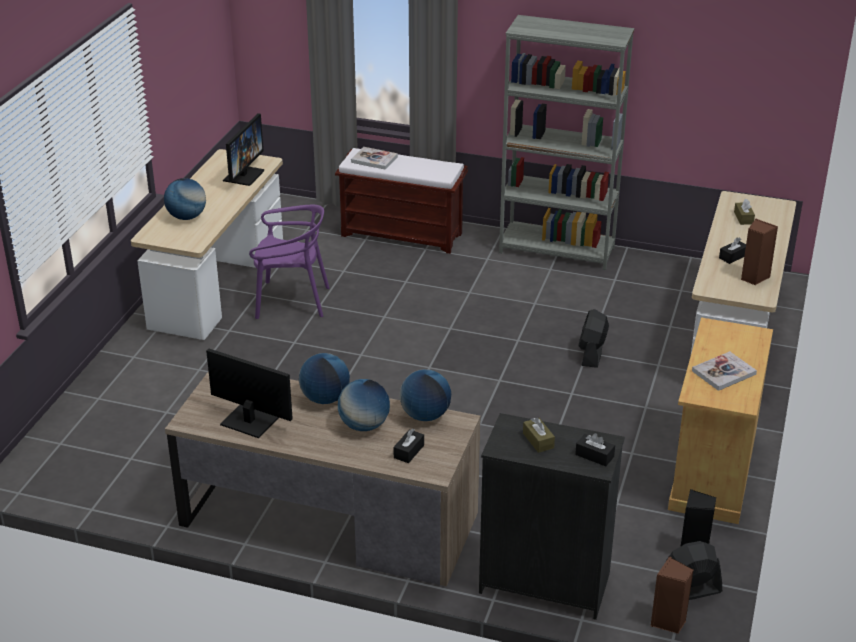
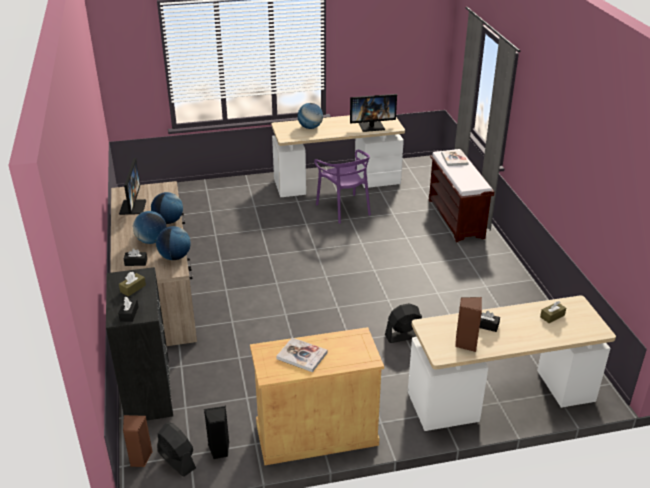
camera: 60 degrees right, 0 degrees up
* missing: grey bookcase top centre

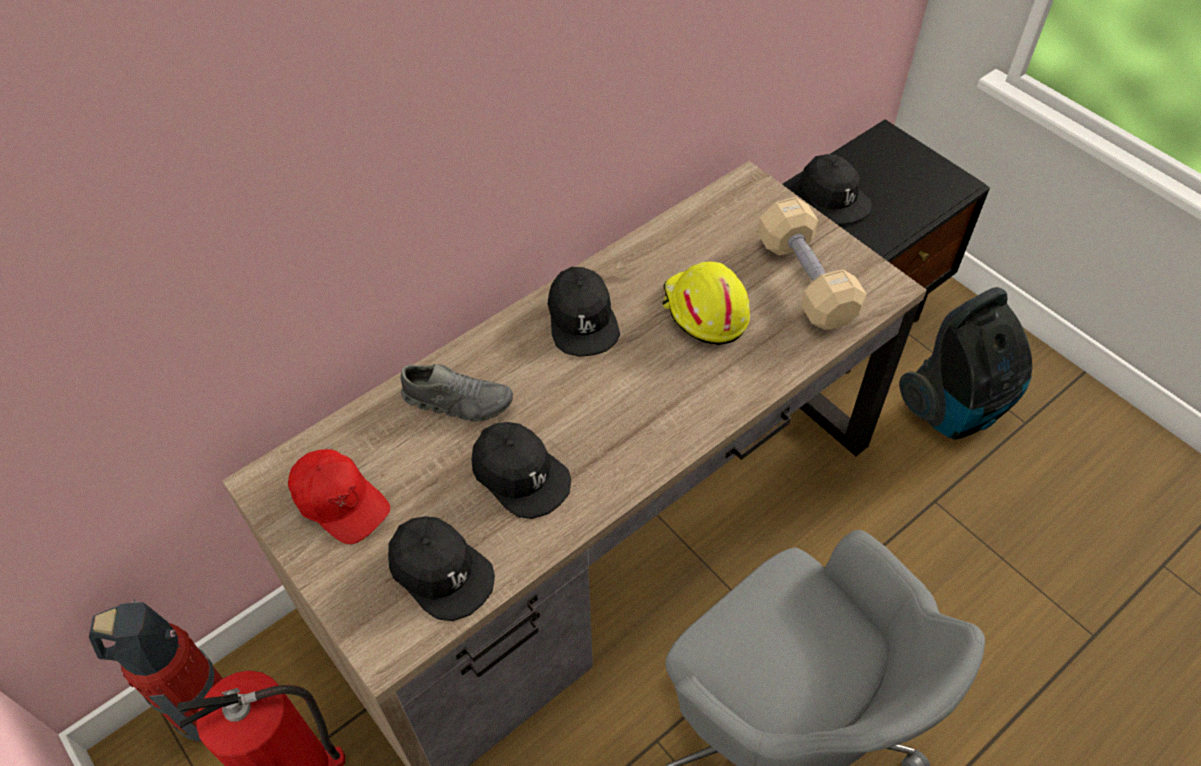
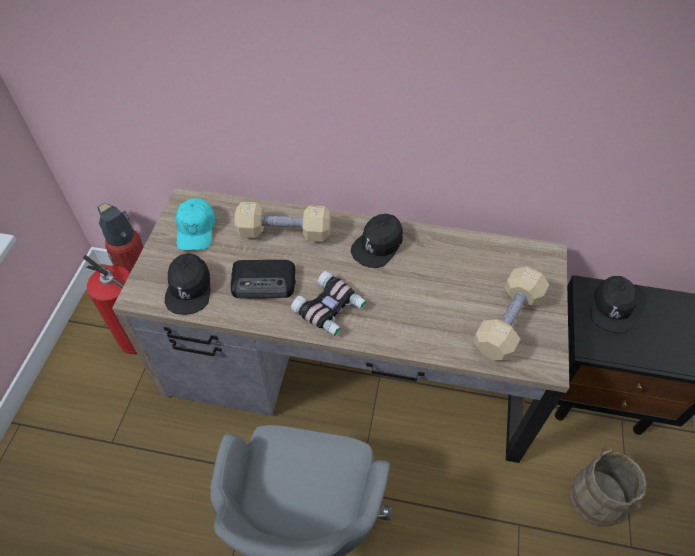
camera: 50 degrees right, 0 degrees up
* missing: yellow hard hat centre
* exchanged: vacuum cleaner middle right to beige bucket bottom right
* exchanged: grey shoe centre to beige dumbbell (no. 1 from left) centre
* exchanged: black cap (no. 2 from left) centre to radio centre
* colour: red cap middle left to turquoise cap middle left
* appeared: binoculars centre

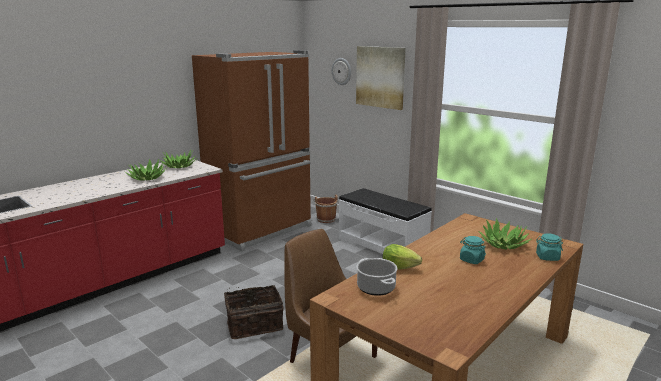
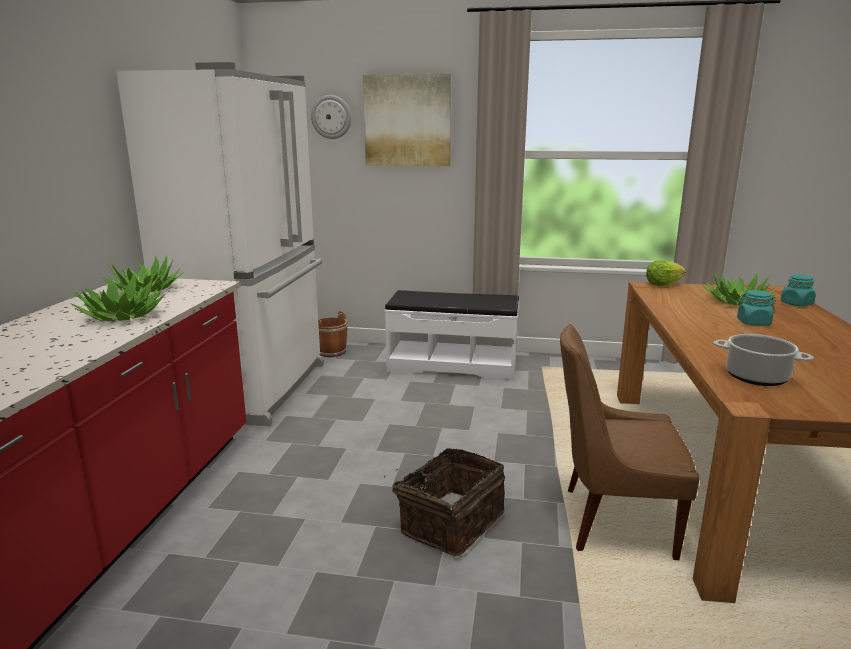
camera: 35 degrees left, 0 degrees up
* colour: brown fridge centre to white fridge middle left
* relocated: lettuce bottom centre to middle right

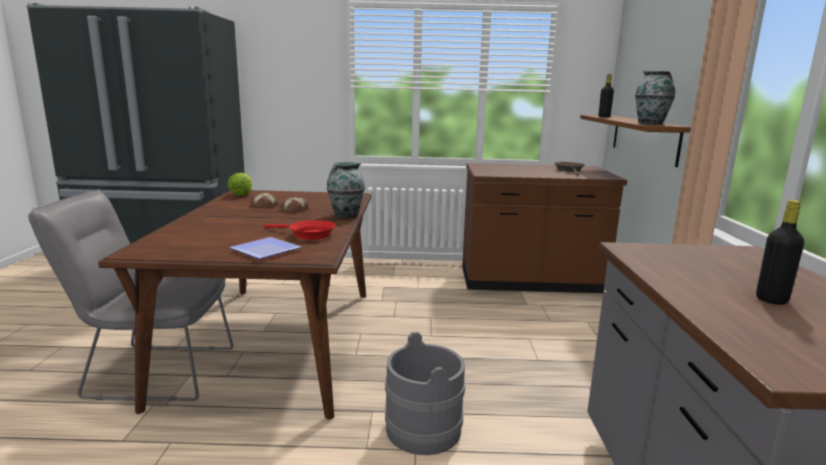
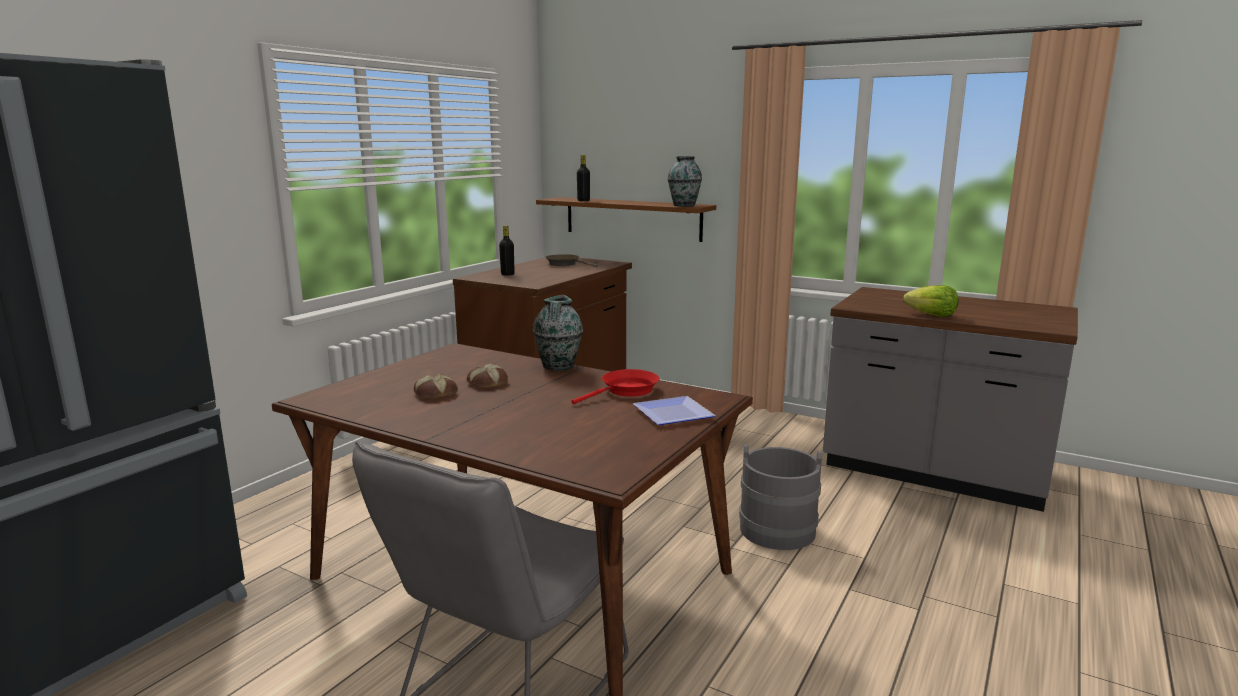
camera: 60 degrees left, 0 degrees up
* relocated: lettuce middle left to middle right
* relocated: black bottle (no. 2 from left in the first image) middle right to black bottle (no. 1 from left) centre

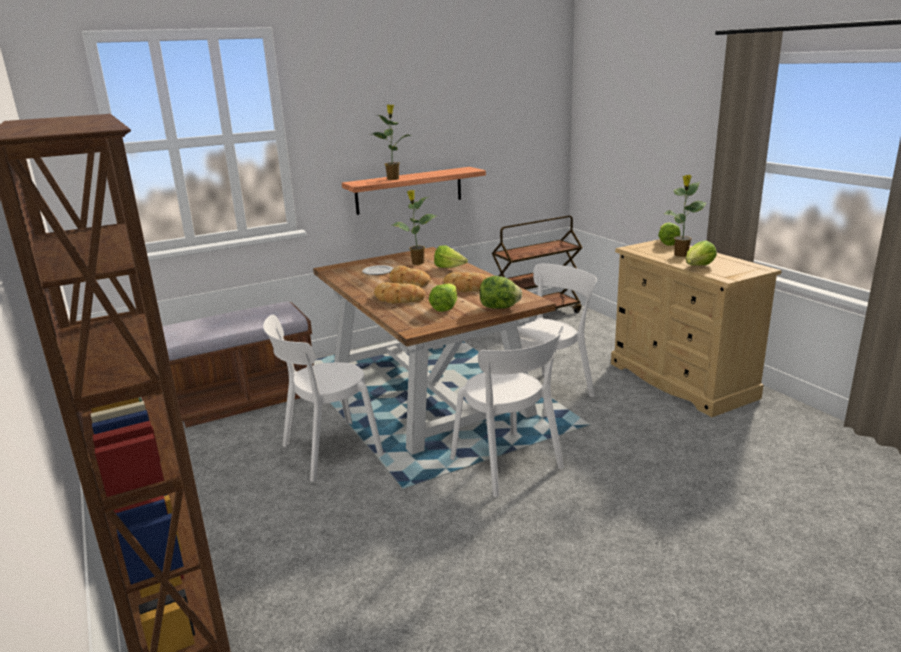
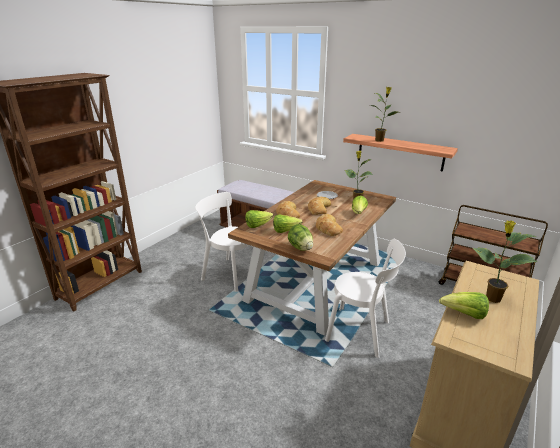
camera: 60 degrees right, 5 degrees up
* relocated: lettuce (no. 4 from left in the first image) middle right to lettuce (no. 1 from left) centre
* missing: white chair (no. 2 from left) centre

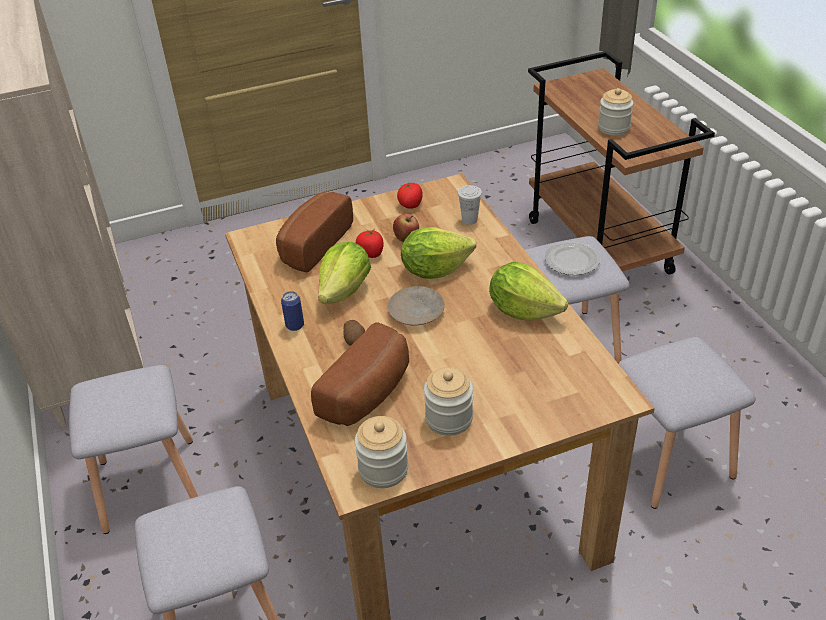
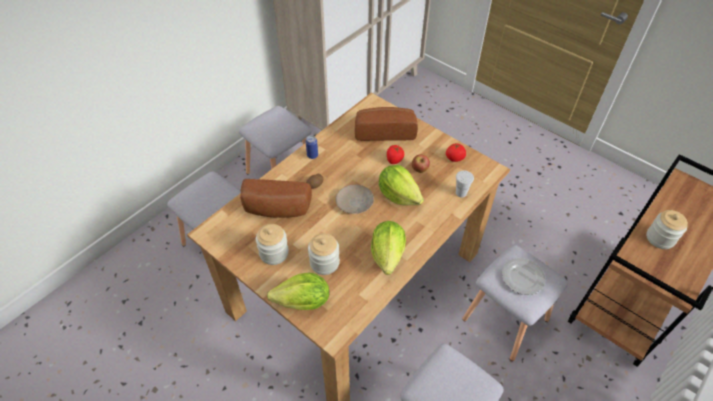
camera: 60 degrees right, 10 degrees up
* relocated: lettuce (no. 1 from left) centre to bottom centre
* relocated: jar (no. 1 from left in the first image) bottom centre to jar (no. 2 from left) centre

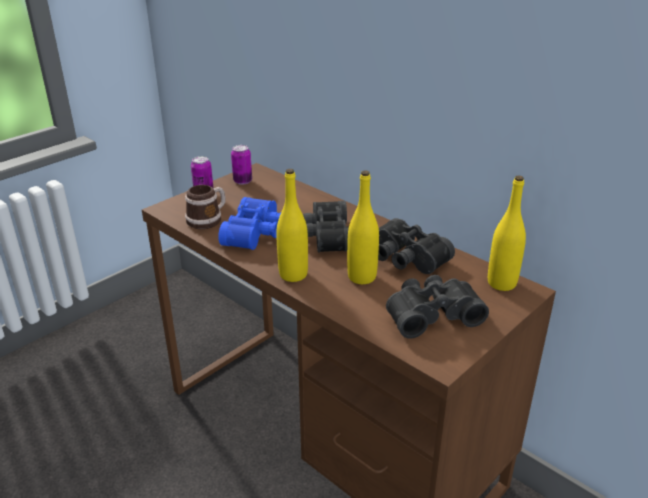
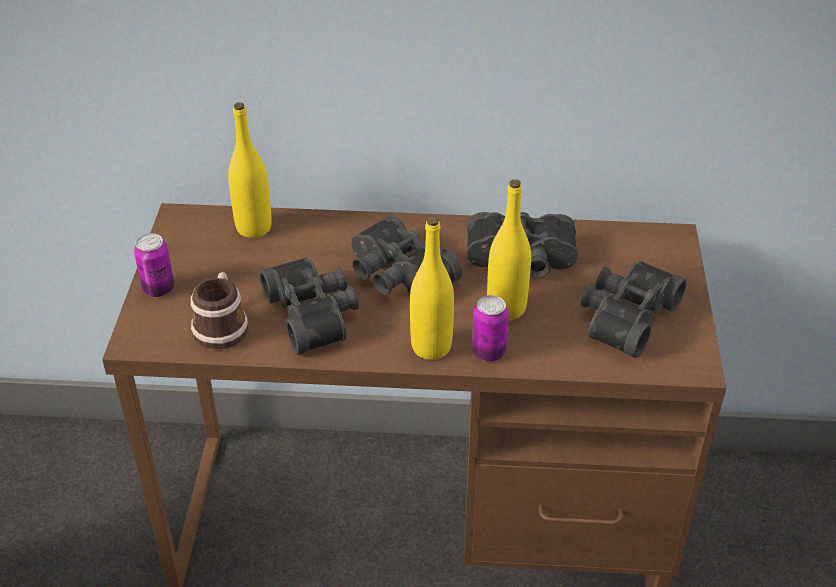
camera: 40 degrees left, 10 degrees up
* relocated: can (no. 2 from left) top centre to centre
* relocated: yellow bottle (no. 3 from left in the first image) middle right to yellow bottle (no. 1 from left) top left
* colour: blue binoculars centre to black binoculars (no. 1 from left) centre

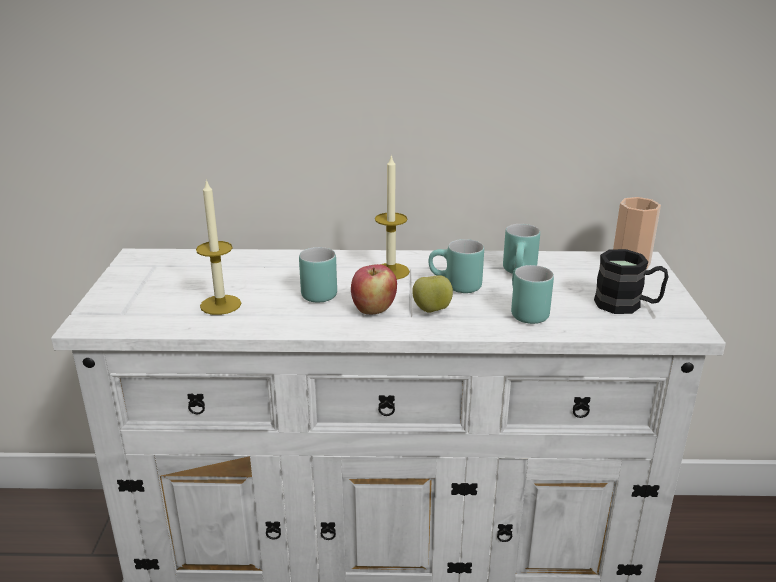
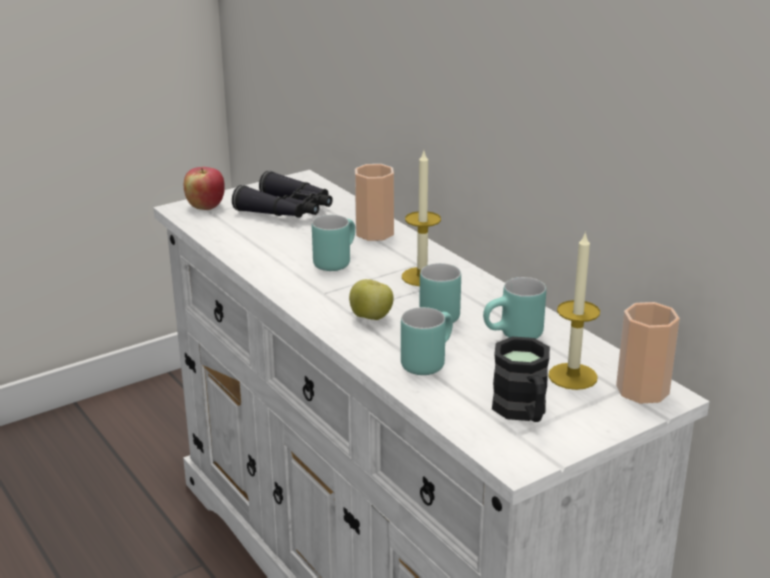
camera: 55 degrees right, 0 degrees up
* relocated: candle (no. 1 from left in the first image) middle left to candle (no. 2 from left) middle right
* relocated: apple (no. 1 from left) centre to top left
* appeared: cup (no. 1 from left) centre
* appeared: black binoculars centre

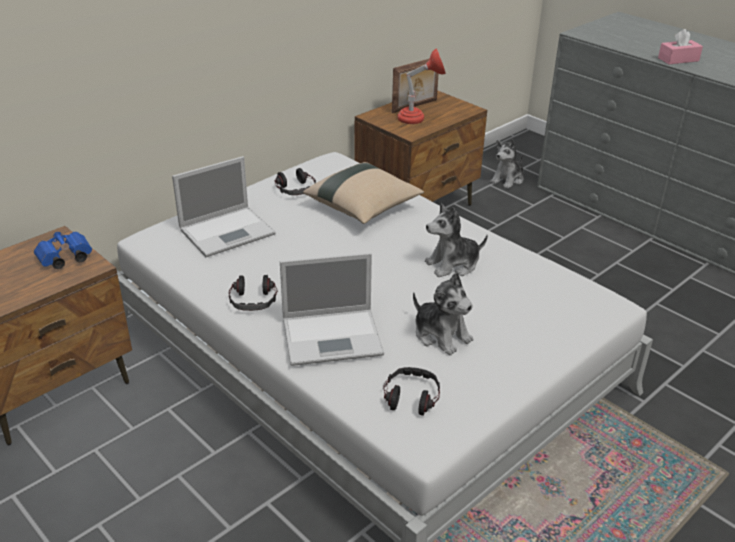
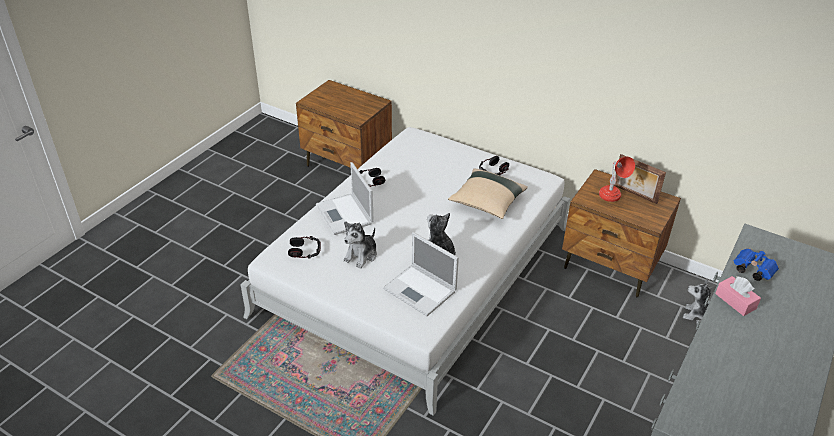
camera: 75 degrees right, 5 degrees up
* relocated: laptop (no. 1 from left in the first image) middle left to laptop (no. 2 from left) centre
* relocated: blue binoculars middle left to middle right

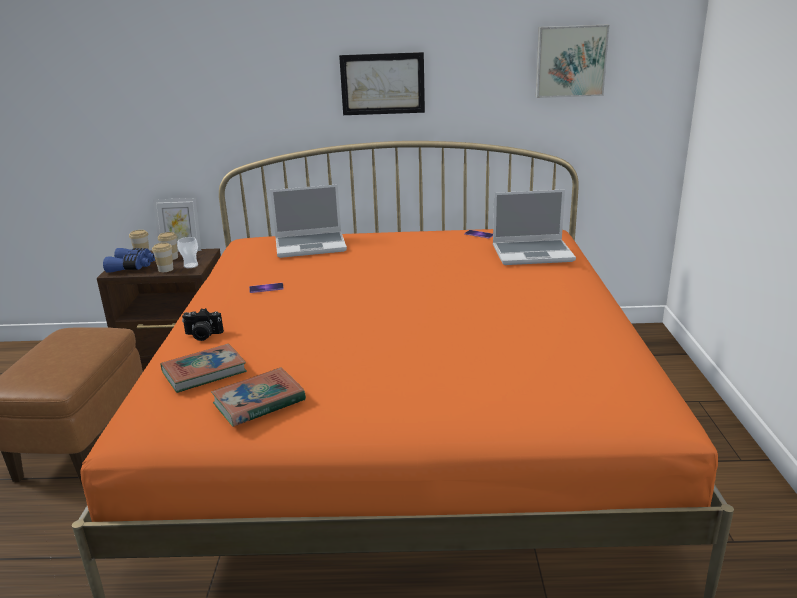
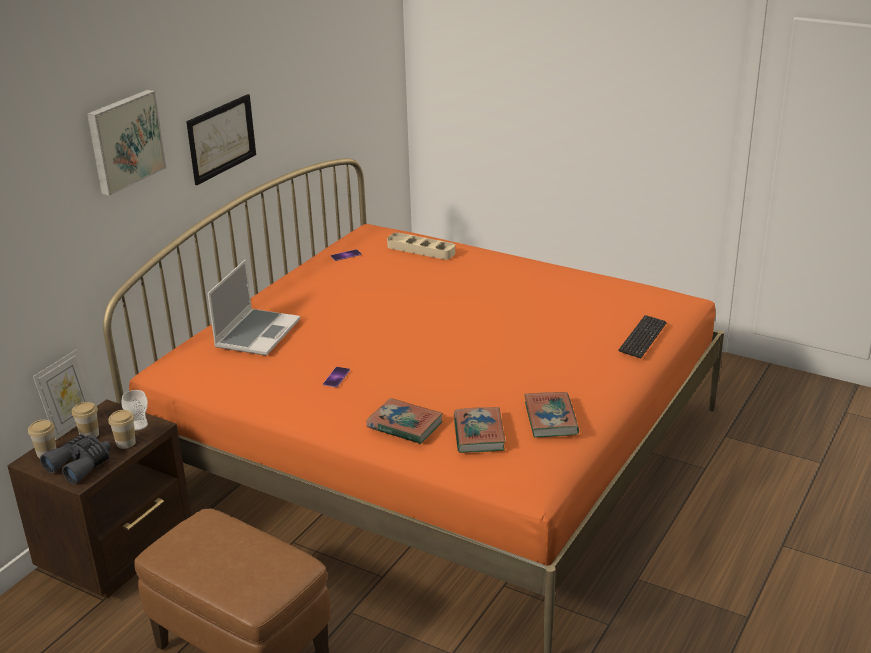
camera: 60 degrees left, 5 degrees up
* relocated: picture (no. 2 from left in the first image) top right to picture (no. 1 from left) top left
* exchanged: laptop (no. 2 from left) middle right to beige tray centre
* colour: blue binoculars middle left to grey binoculars bottom left
* exchanged: photo camera middle left to book (no. 1 from left) centre
* appeared: keyboard middle right

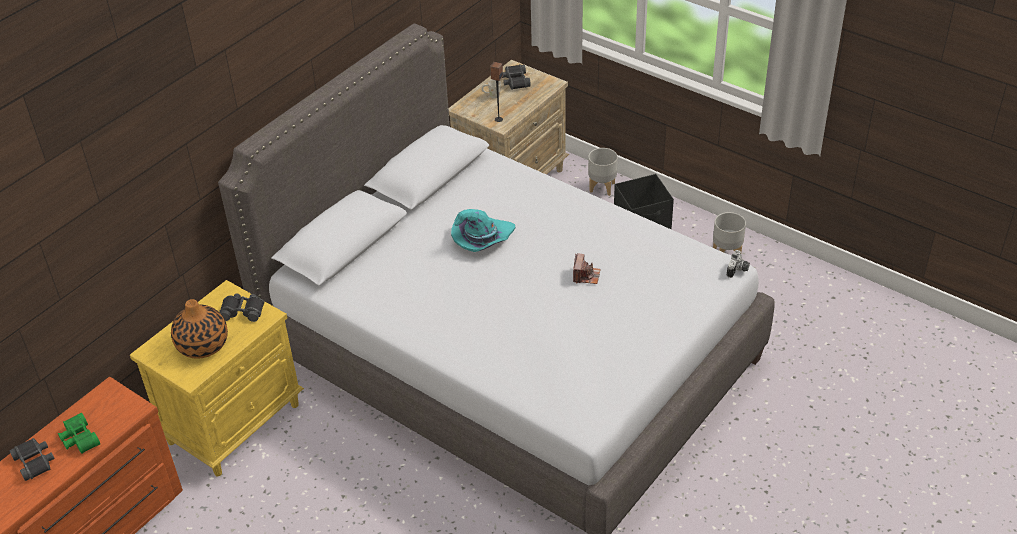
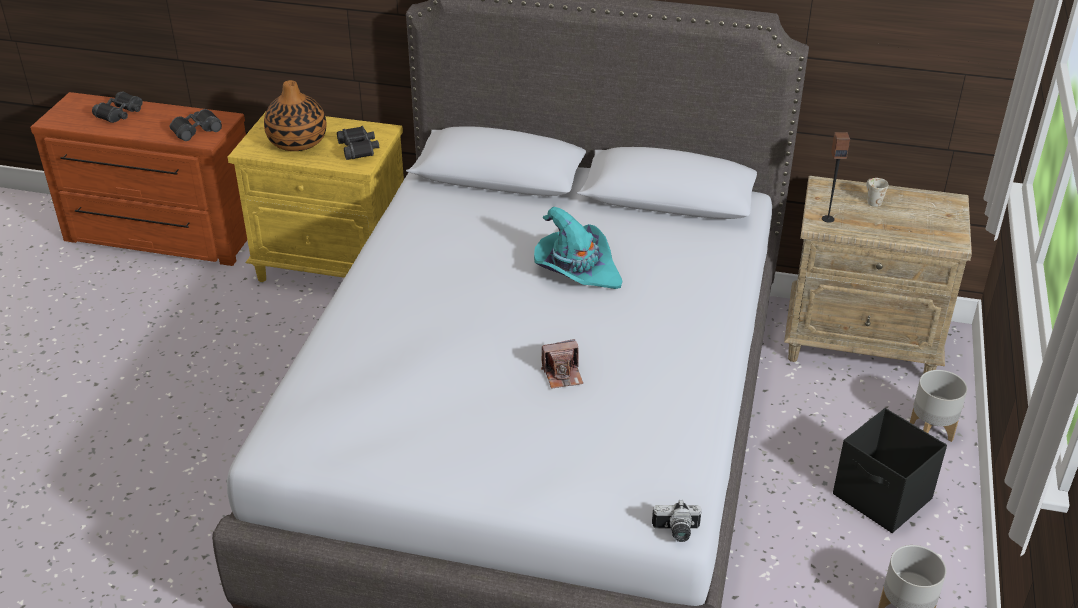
camera: 65 degrees right, 5 degrees down
* relocated: black binoculars (no. 3 from left in the first image) top centre to black binoculars (no. 2 from left) top left
* missing: green binoculars bottom left

